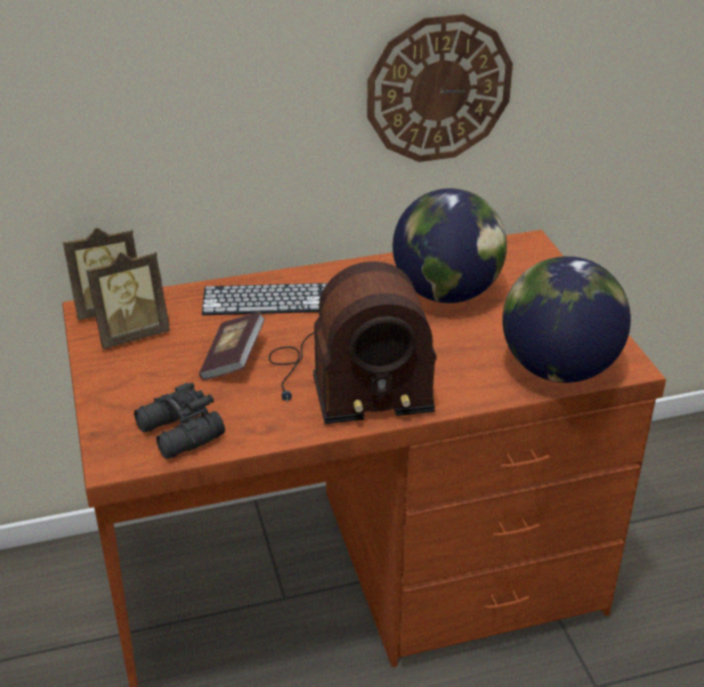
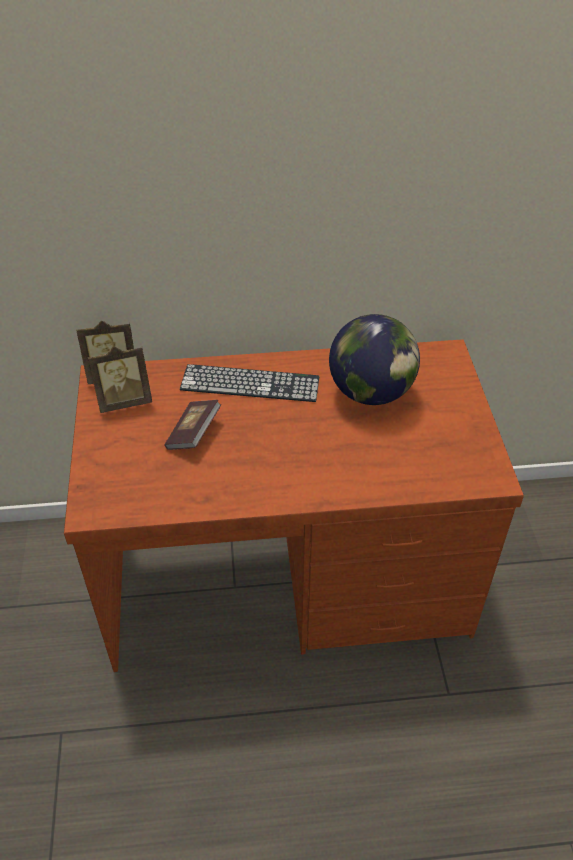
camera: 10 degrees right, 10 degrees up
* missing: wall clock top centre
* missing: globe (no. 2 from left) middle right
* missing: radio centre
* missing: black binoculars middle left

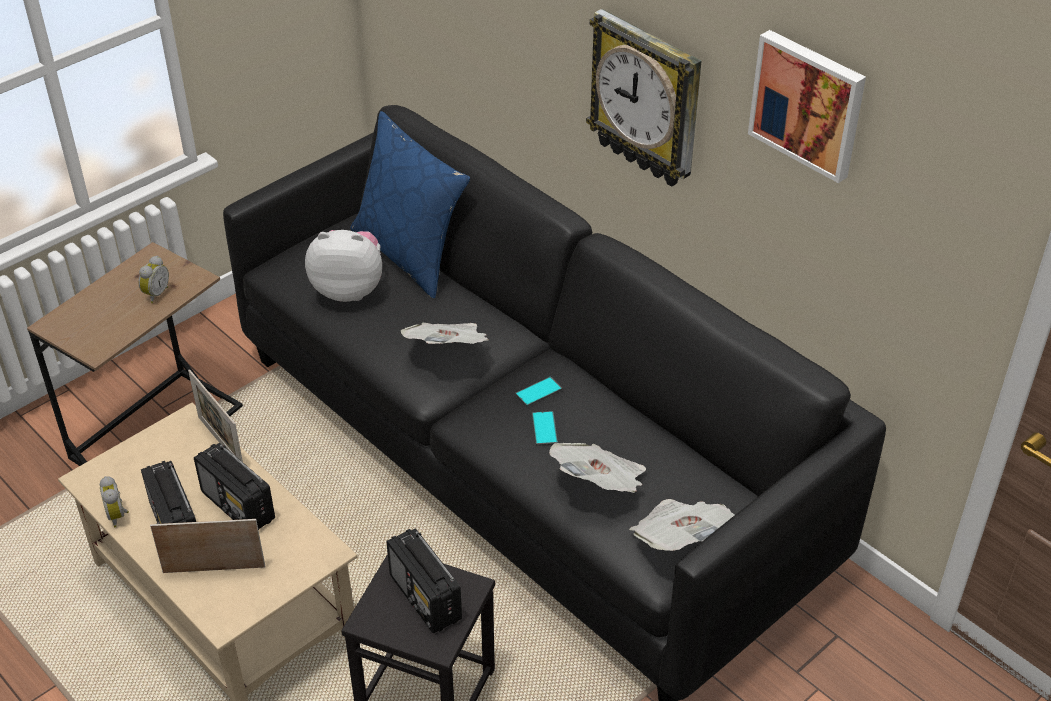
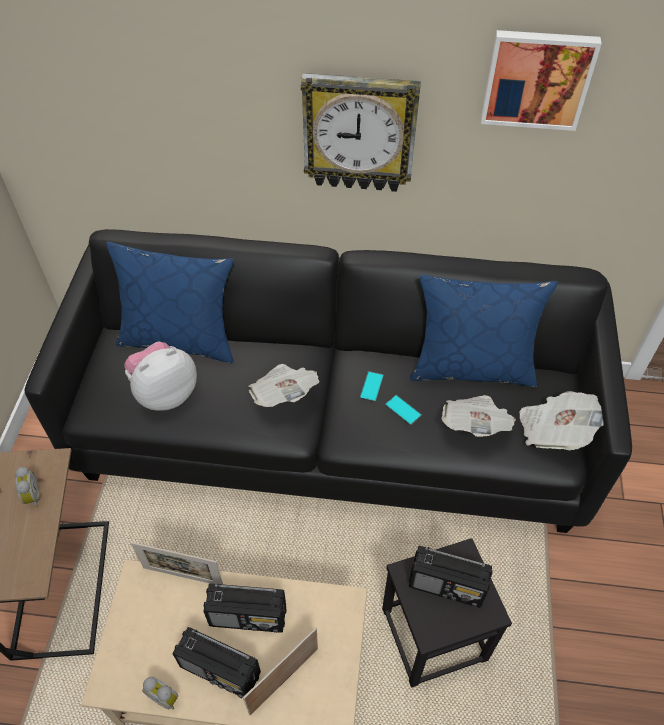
camera: 40 degrees left, 10 degrees up
* appeared: blue pillow (no. 2 from left) middle right

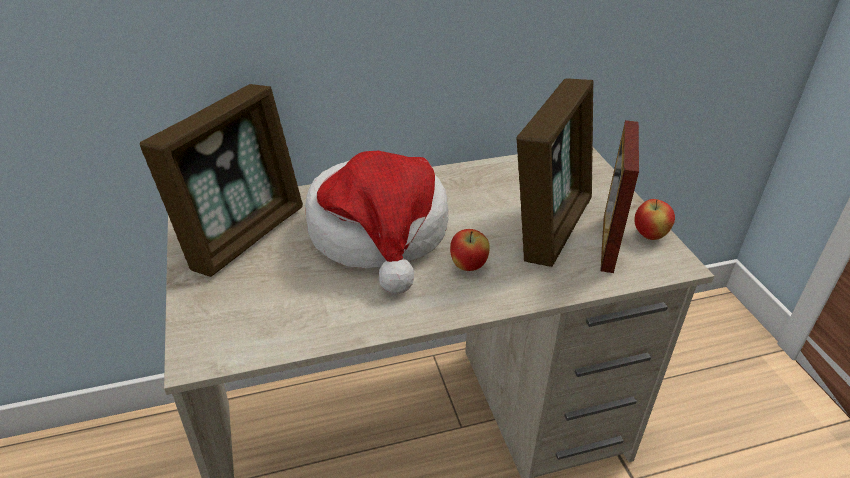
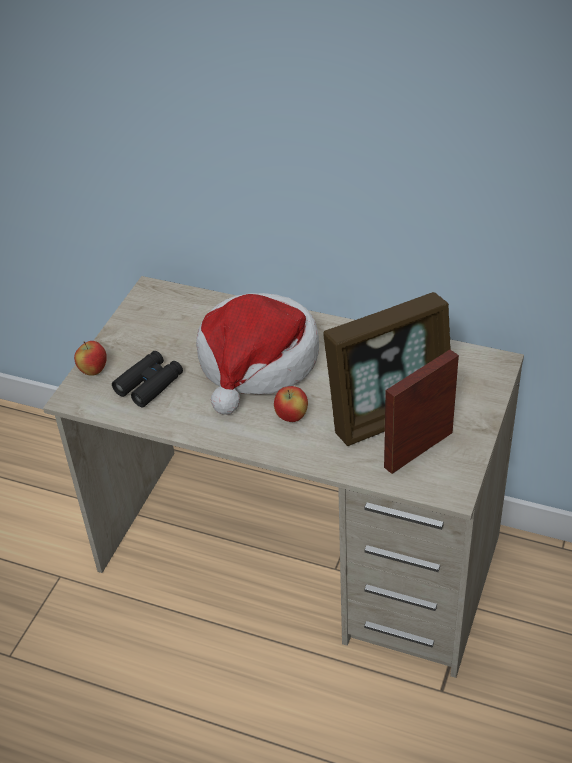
camera: 40 degrees right, 5 degrees up
* missing: picture frame (no. 1 from left) middle left
* relocated: apple (no. 2 from left in the first image) middle right to apple (no. 1 from left) middle left
* appeared: black binoculars middle left

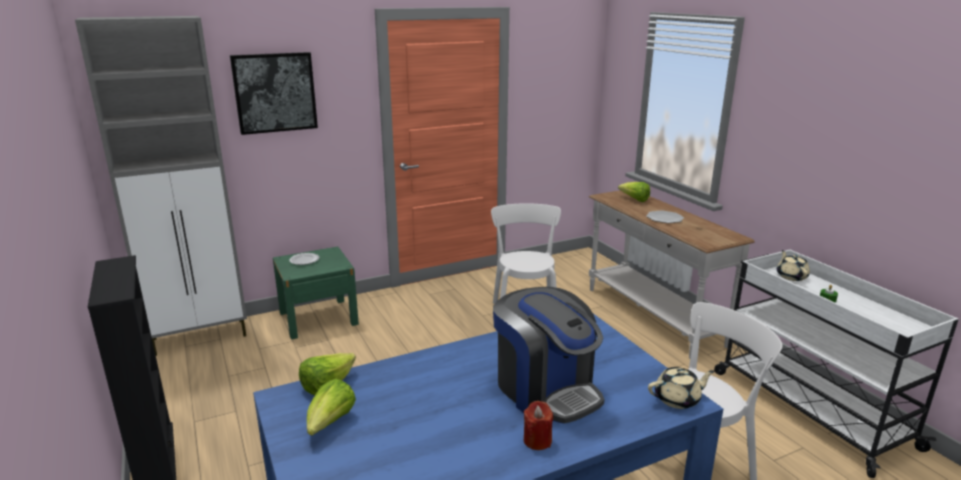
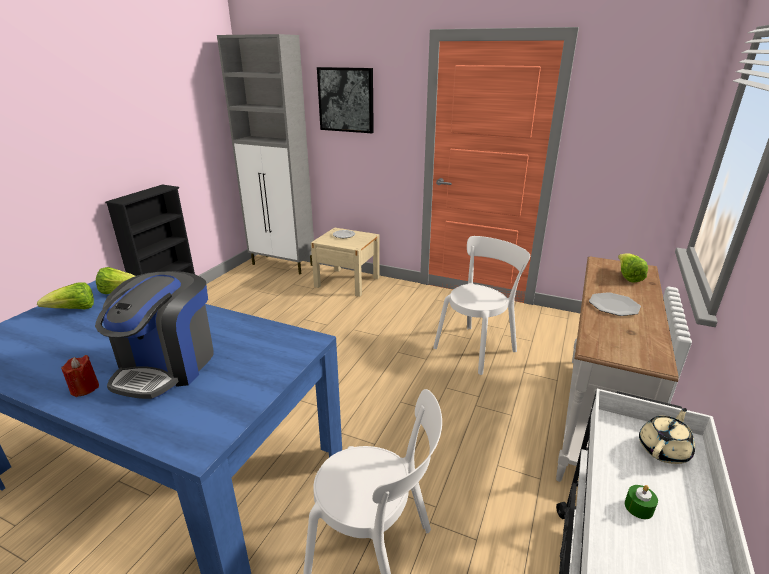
camera: 50 degrees right, 5 degrees up
* colour: green nightstand middle left to beige nightstand centre
* missing: beige teapot (no. 1 from left) bottom right

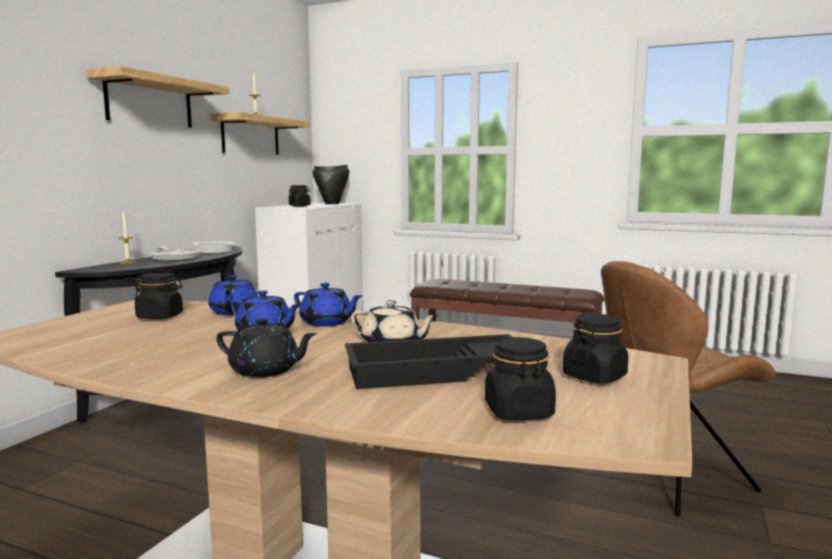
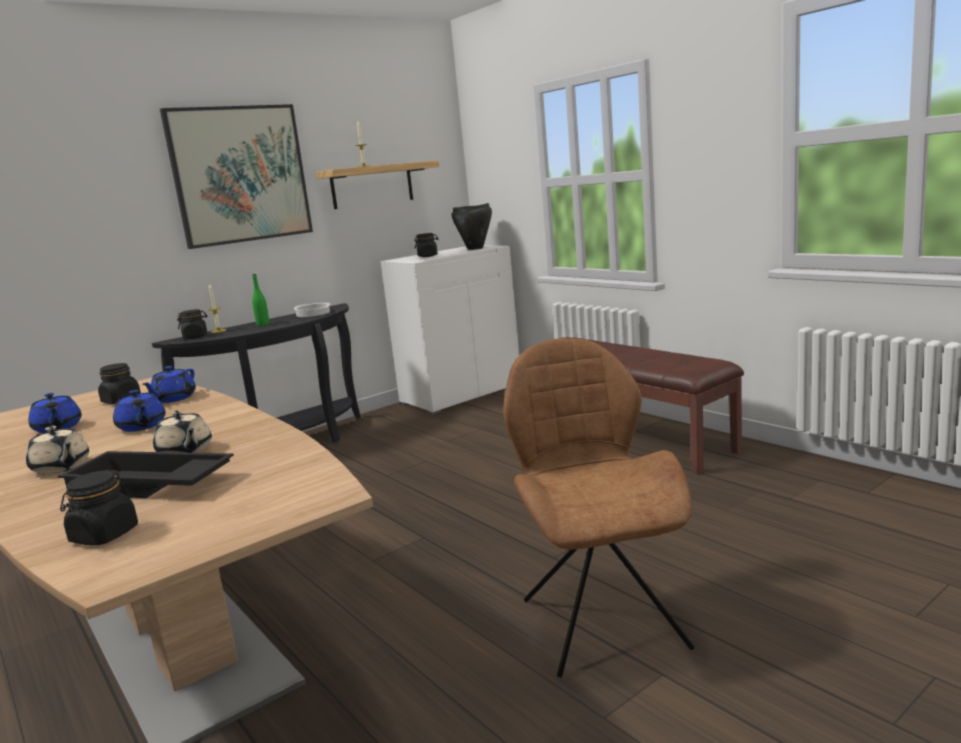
camera: 30 degrees right, 5 degrees up
* exchanged: shelf (no. 1 from left) top left to picture top left
* exchanged: frying pan middle left to green bottle middle left
* spun: brown chair bottom right = bottom centre 75 degrees clockwise
* relocated: blue teapot (no. 3 from left in the first image) centre to blue teapot (no. 1 from left) middle left
* relocated: black jar (no. 4 from left in the first image) middle right to black jar (no. 3 from left) middle left
* colour: black teapot middle left to beige teapot (no. 1 from left) middle left

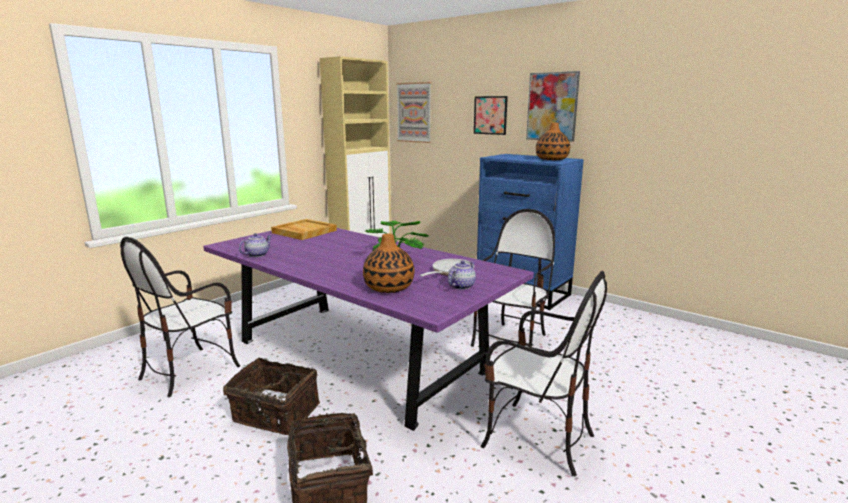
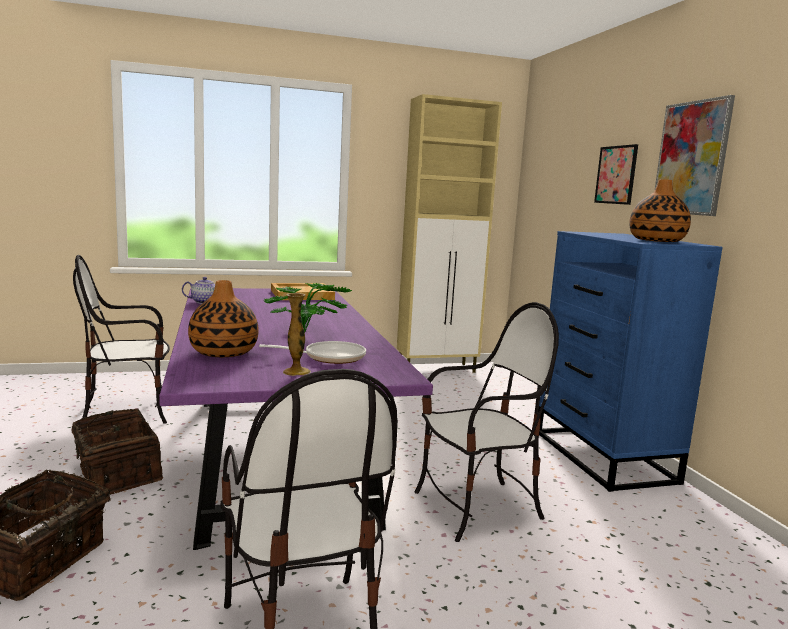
camera: 35 degrees right, 5 degrees down
* missing: picture (no. 1 from left) top centre
* exchanged: teapot (no. 2 from left) centre to vase (no. 2 from left) centre

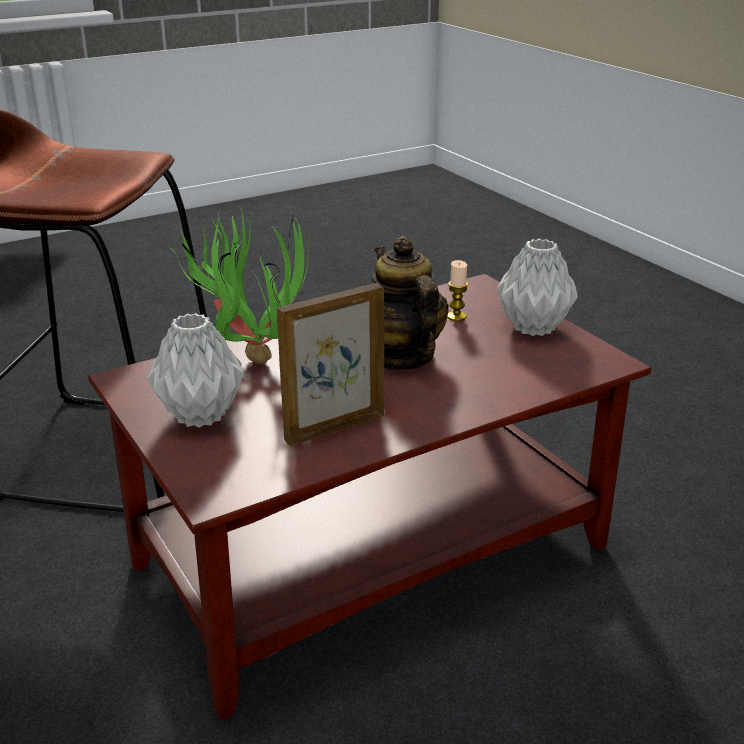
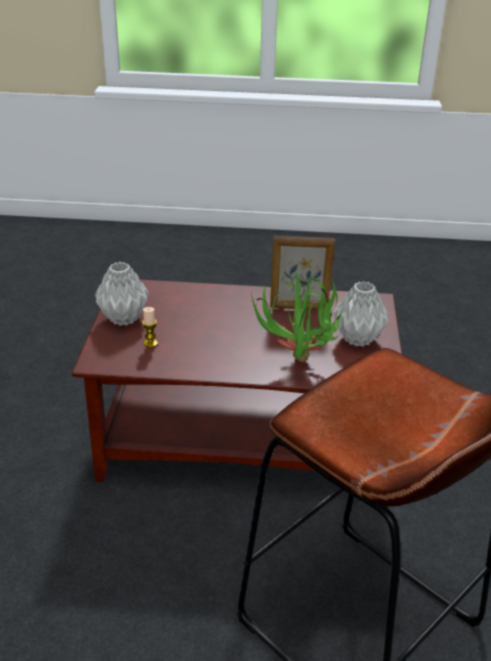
camera: 145 degrees left, 5 degrees up
* missing: teapot centre

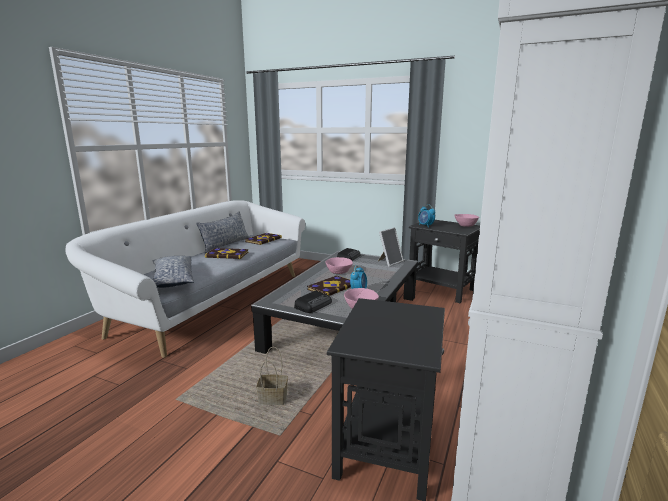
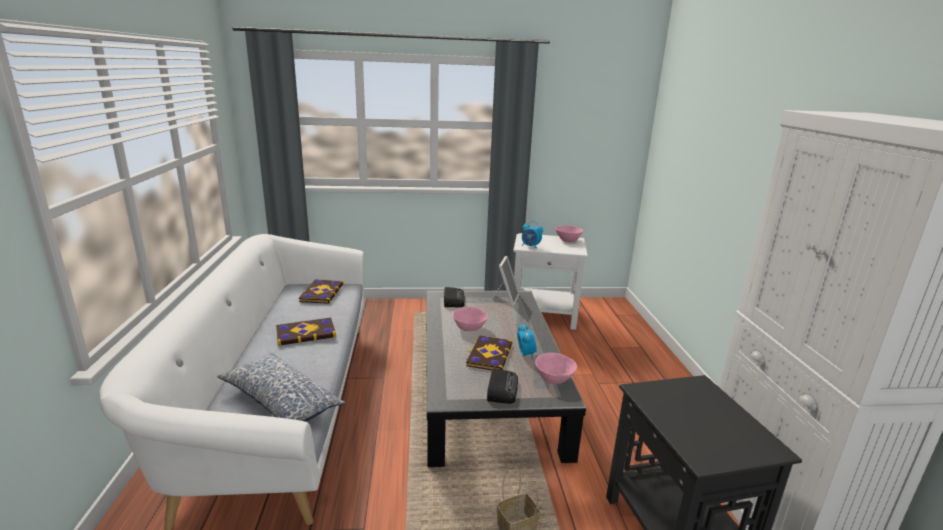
camera: 30 degrees left, 5 degrees up
* missing: pillow (no. 2 from left) centre
* colour: black side table (no. 2 from left) centre to white side table centre

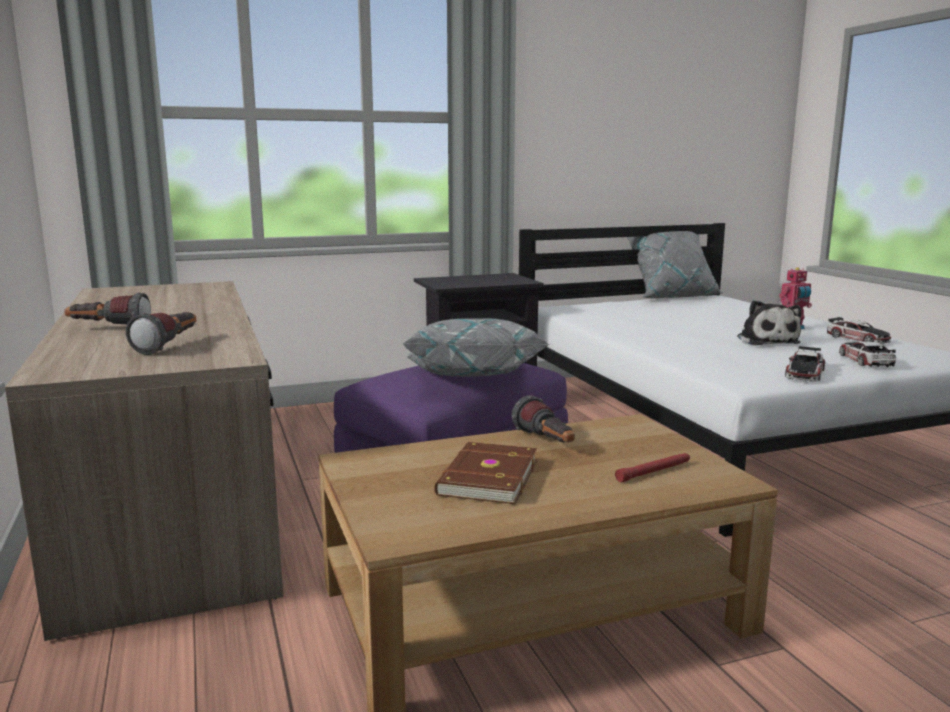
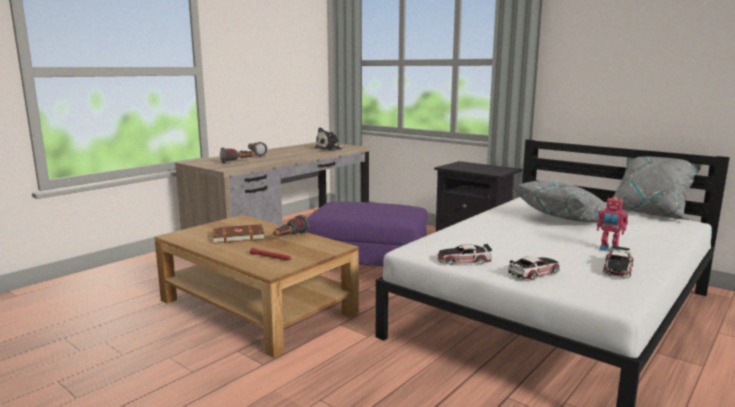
camera: 60 degrees right, 0 degrees up
* relocated: plush toy middle right to centre
* relocated: grey pillow (no. 1 from left) centre to middle right

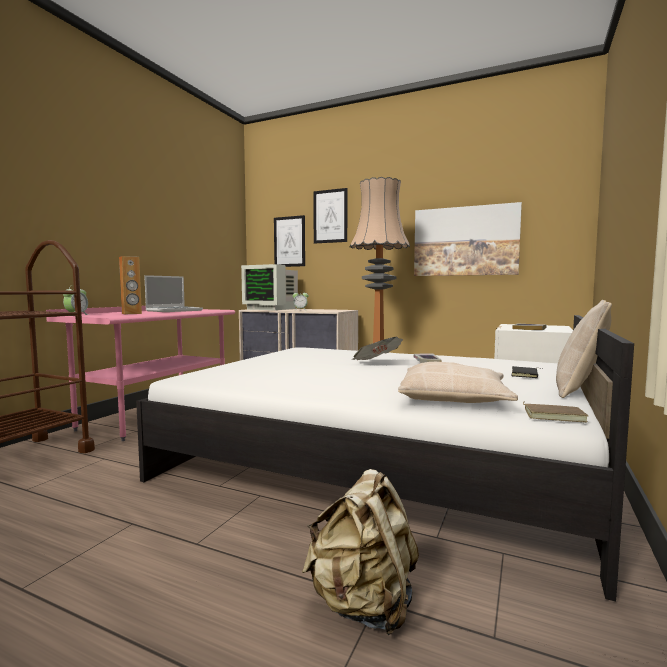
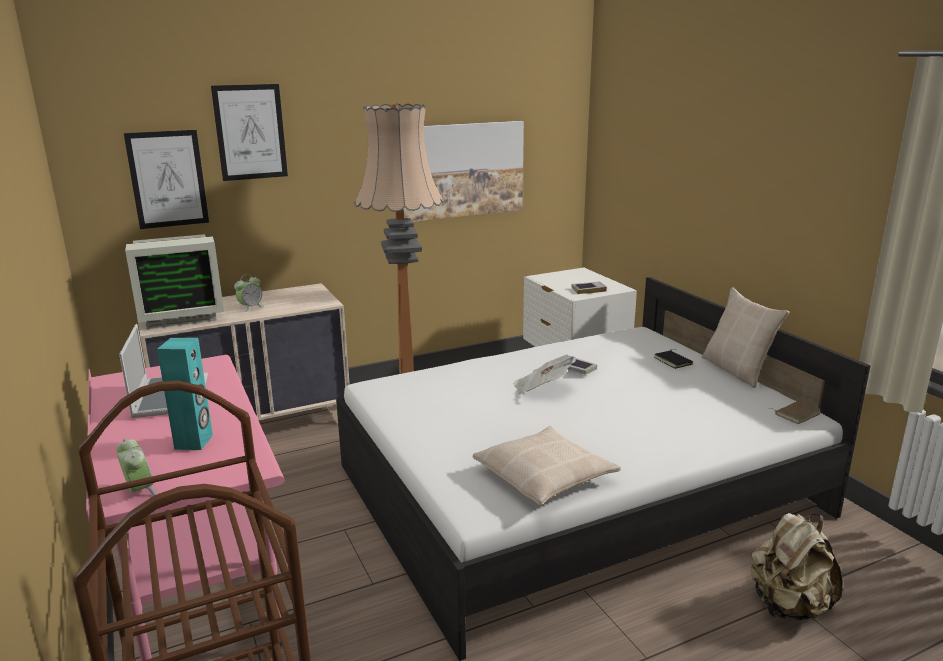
camera: 50 degrees left, 15 degrees up
* colour: brown speaker middle left to turquoise speaker middle left
* relocated: beige pillow (no. 1 from left) middle right to bottom centre

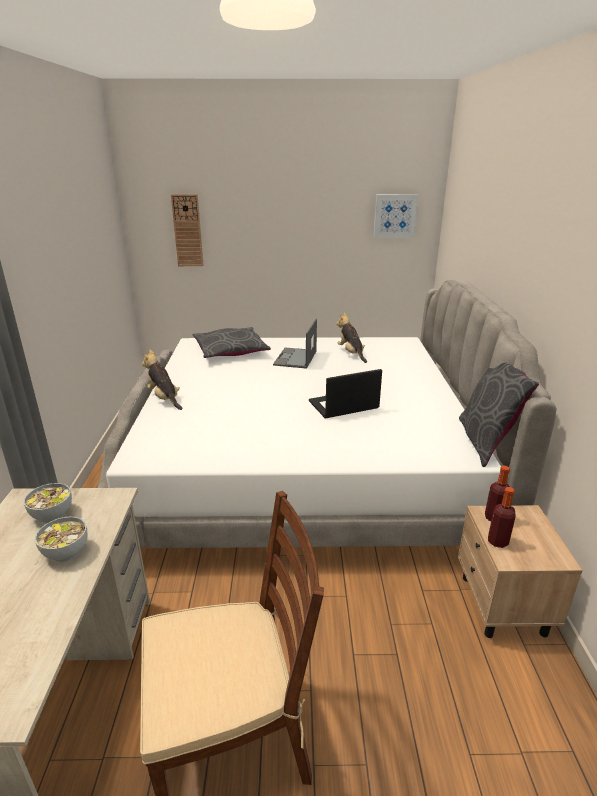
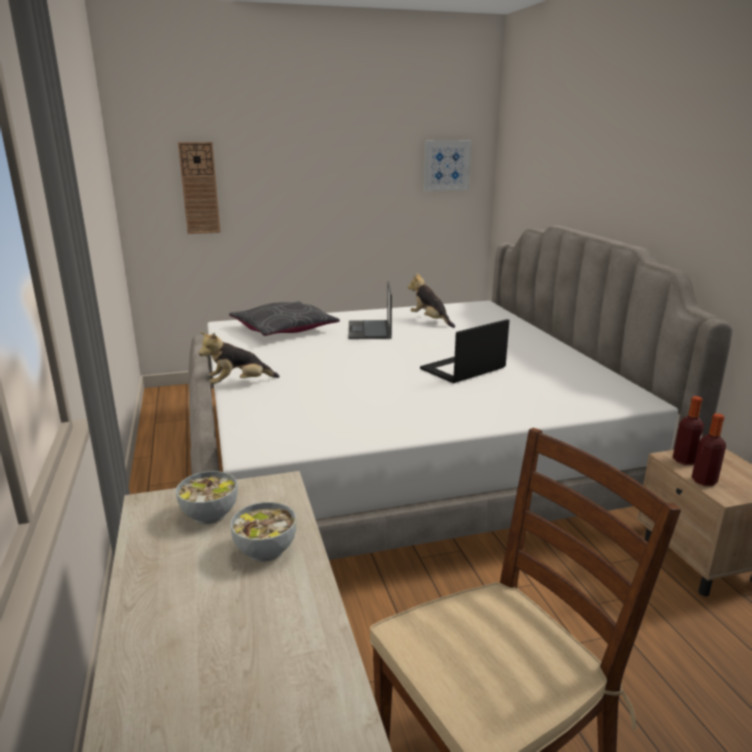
camera: 15 degrees left, 5 degrees down
* spun: plush toy (no. 1 from left) middle left = middle left 60 degrees counterclockwise
* missing: grey pillow (no. 2 from left) middle right

